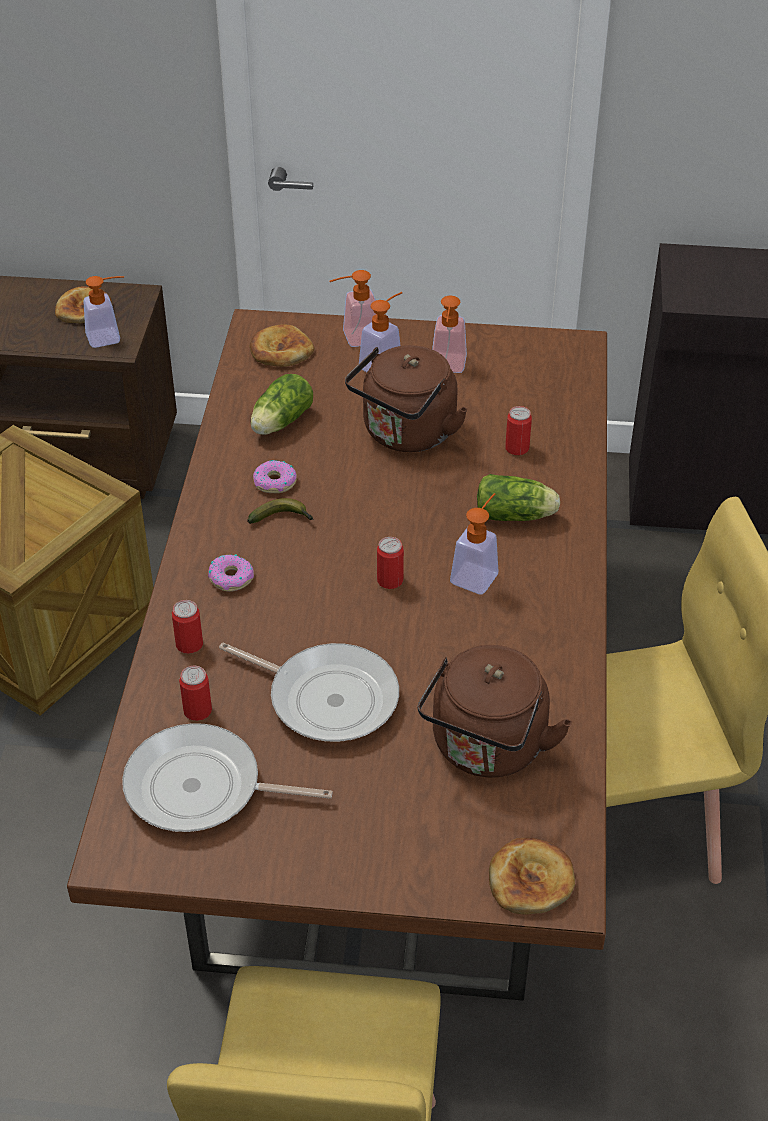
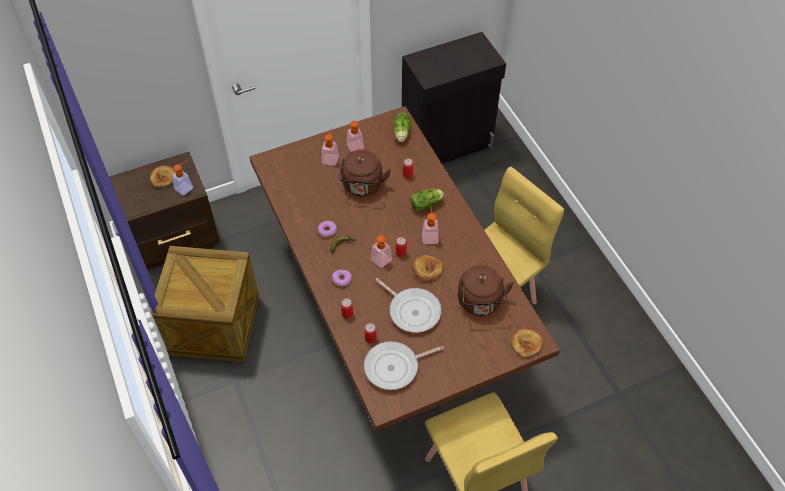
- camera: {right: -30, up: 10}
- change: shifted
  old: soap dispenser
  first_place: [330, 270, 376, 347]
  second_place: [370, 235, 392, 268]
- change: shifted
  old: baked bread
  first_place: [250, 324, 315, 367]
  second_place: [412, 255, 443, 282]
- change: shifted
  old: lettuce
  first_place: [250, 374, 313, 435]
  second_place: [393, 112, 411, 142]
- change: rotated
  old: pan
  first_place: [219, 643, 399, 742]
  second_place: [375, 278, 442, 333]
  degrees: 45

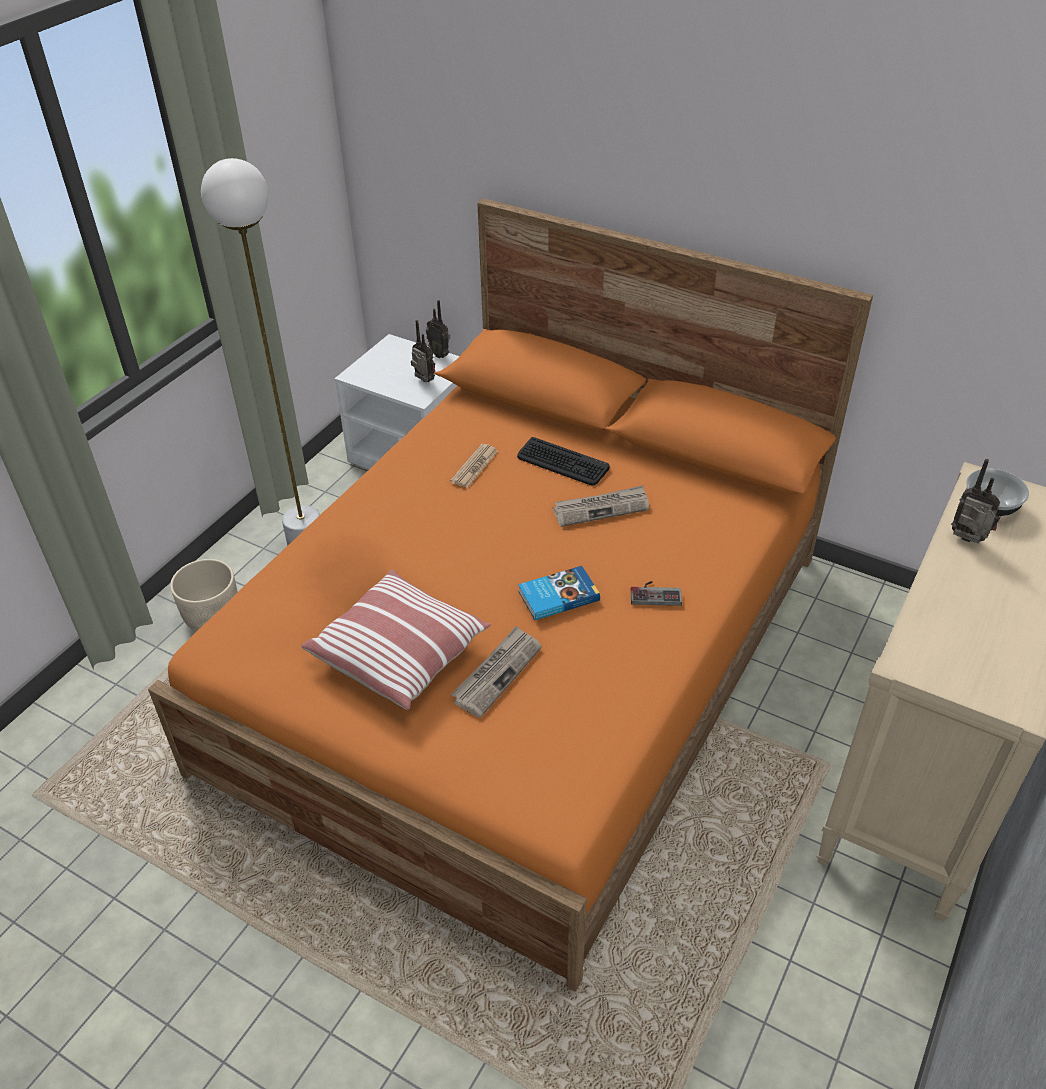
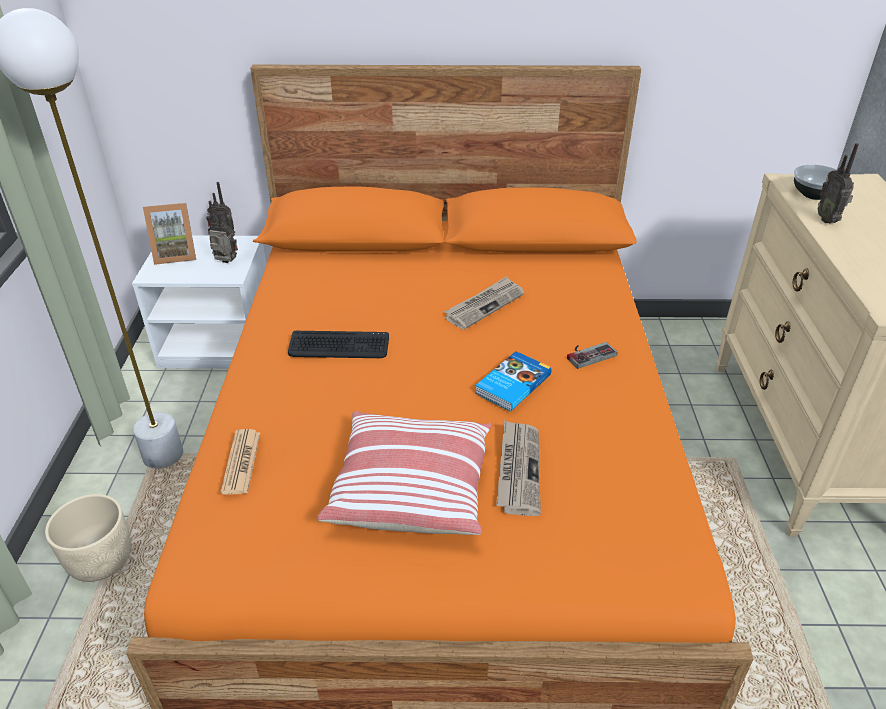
- camera: {right: -30, up: -5}
- change: shifted
  old: PC keyboard
  first_place: [517, 437, 610, 485]
  second_place: [288, 331, 389, 358]
- change: shifted
  old: newspaper
  first_place: [450, 444, 498, 488]
  second_place: [221, 429, 260, 495]
- change: rotated
  old: radio
  first_place: [951, 459, 1001, 544]
  second_place: [818, 143, 859, 223]
  degrees: -105
- change: new
  new: picture frame
  second_place: [143, 203, 196, 265]

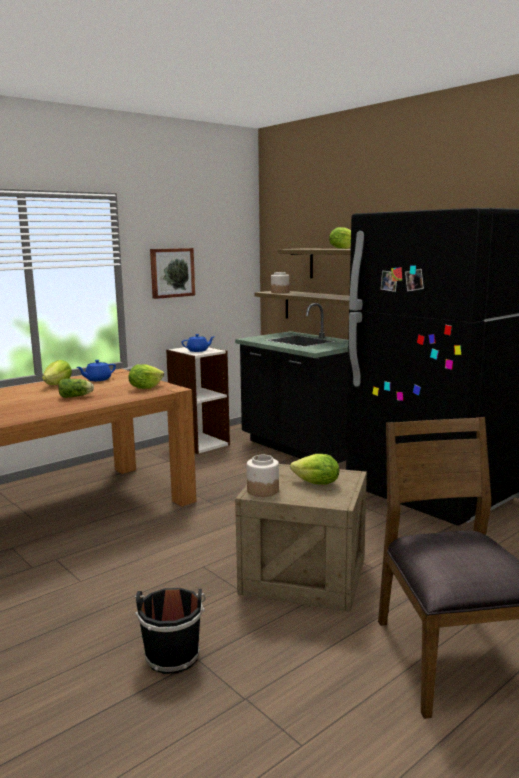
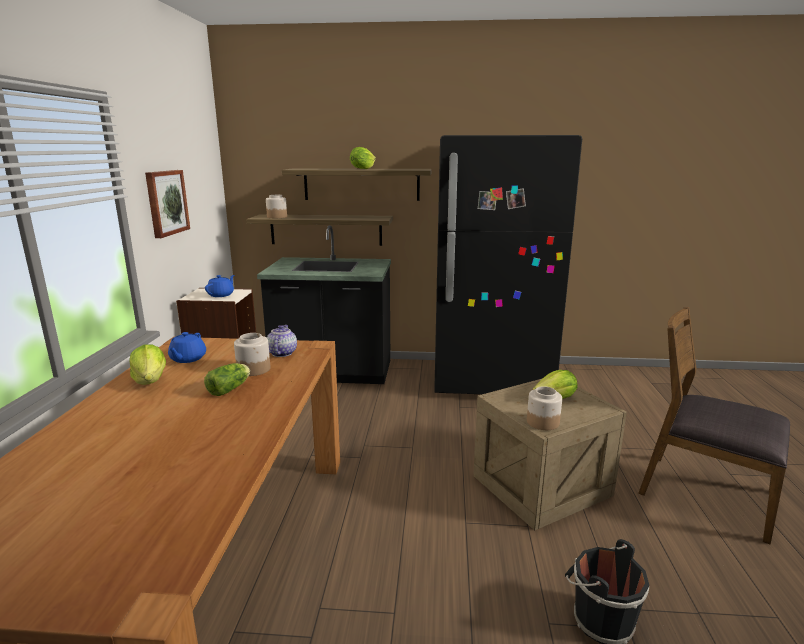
- camera: {right: -45, up: 5}
- change: swapped
  old: lettuce
  new: teapot
  first_place: [129, 364, 164, 389]
  second_place: [267, 325, 297, 357]
- change: new
  new: jar
  second_place: [234, 333, 270, 376]

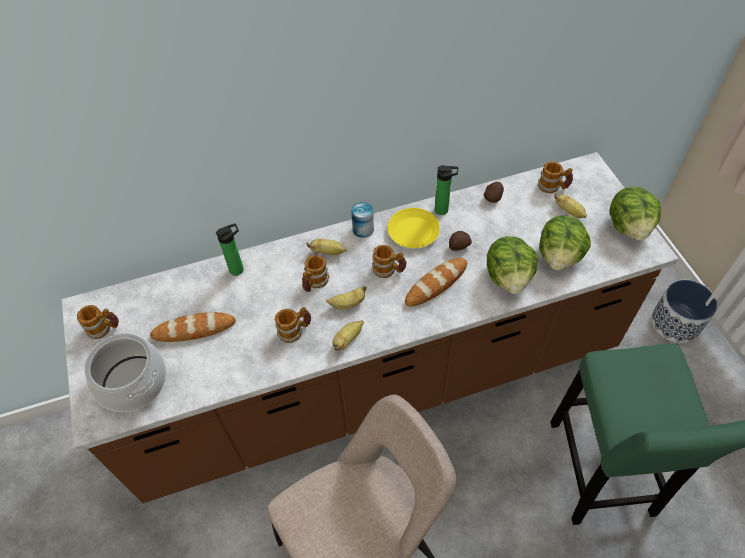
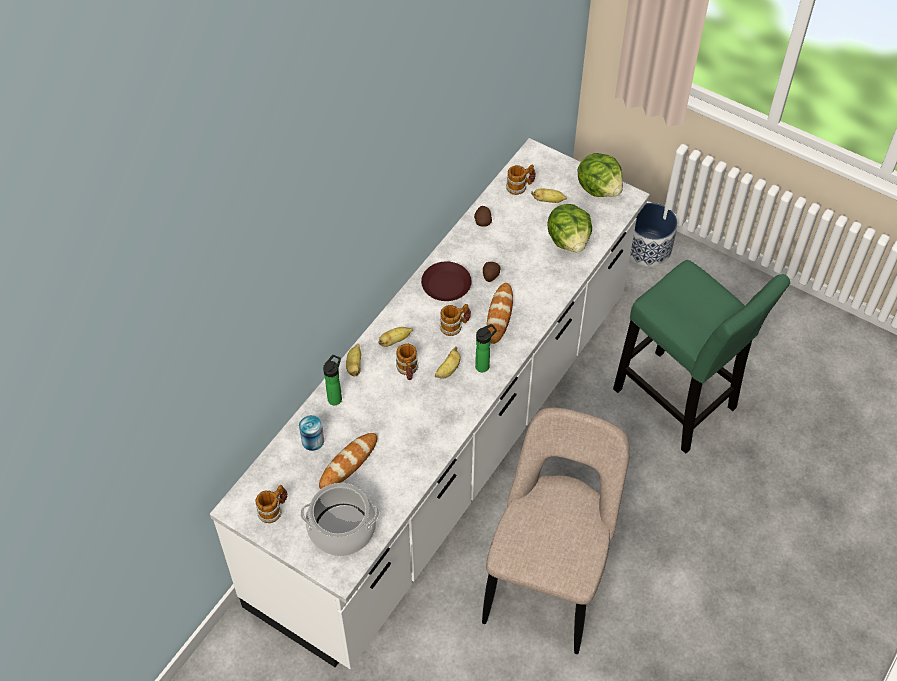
- camera: {right: -40, up: 0}
- change: repainted
  old: counter (brown-coloured)
  new: counter (white-coloured)
  first_place: [62, 152, 679, 503]
  second_place: [210, 138, 650, 669]
- change: shifted
  old: bottle
  first_place: [435, 165, 458, 215]
  second_place: [475, 324, 497, 372]
- change: shifted
  old: metal can
  first_place: [351, 202, 374, 238]
  second_place: [299, 415, 324, 451]
- change: repainted
  old: flat dish (yellow-coloured)
  new: flat dish (brown-coloured)
  first_place: [388, 208, 440, 248]
  second_place: [421, 262, 471, 301]
- change: gone
  old: lettuce
  first_place: [487, 236, 538, 294]
- change: gone
  old: coffee mug
  first_place: [275, 307, 311, 343]
- change: shifted
  old: whole banana
  first_place: [333, 320, 364, 351]
  second_place: [346, 344, 361, 377]

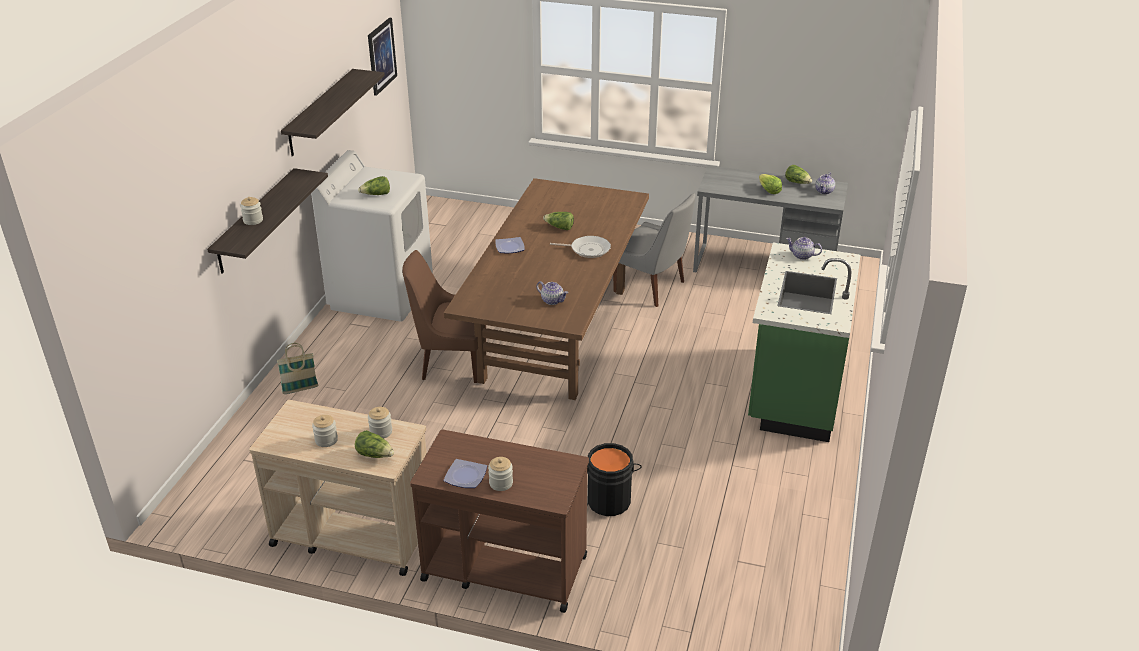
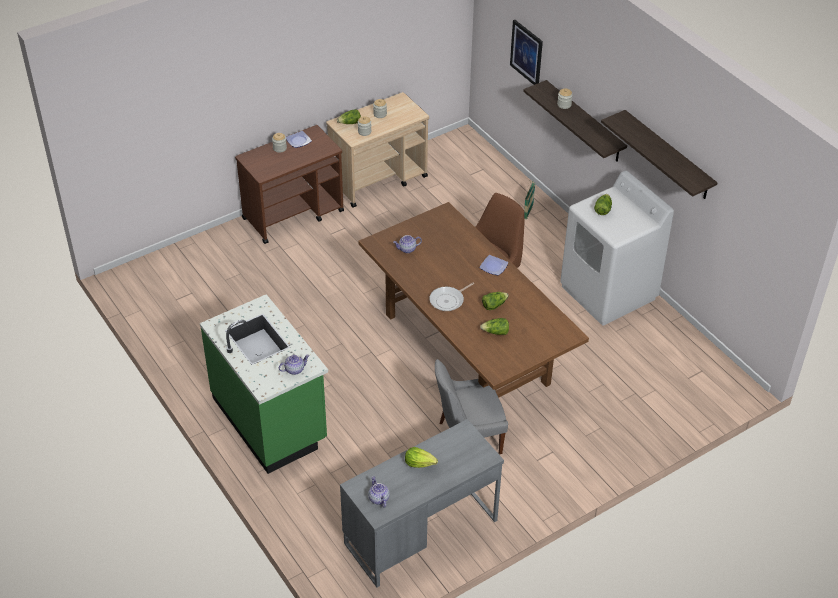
- camera: {right: 130, up: 10}
- change: shifted
  old: wall picture
  first_place: [368, 17, 397, 96]
  second_place: [510, 20, 543, 85]
- change: shifted
  old: lettuce
  first_place: [785, 165, 812, 184]
  second_place: [480, 318, 509, 335]
- change: gone
  old: pail (black)
  first_place: [587, 443, 642, 516]

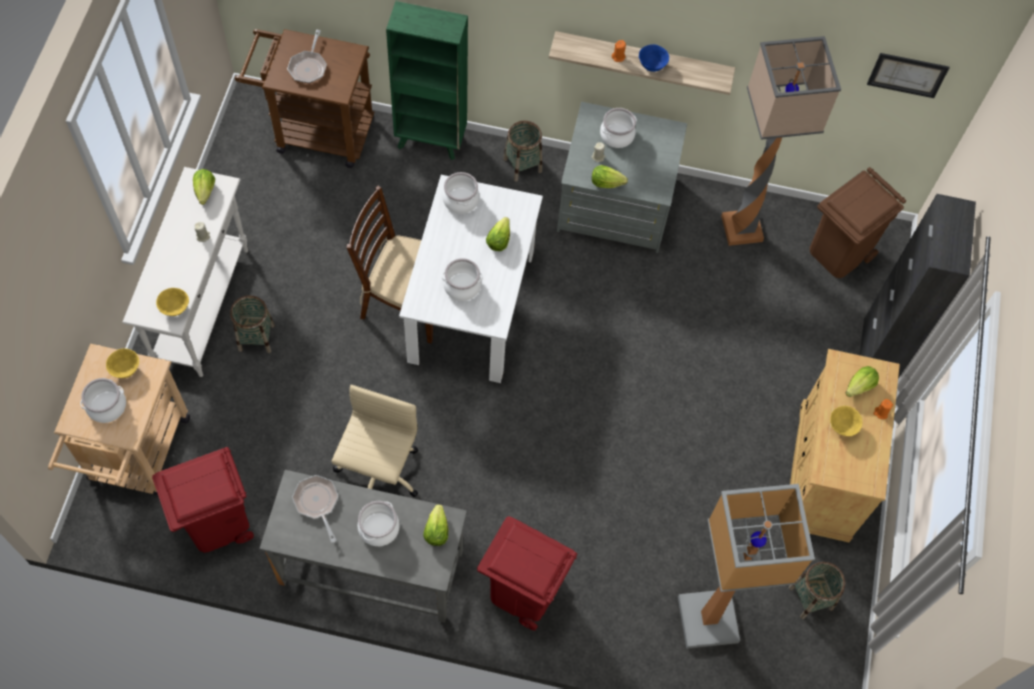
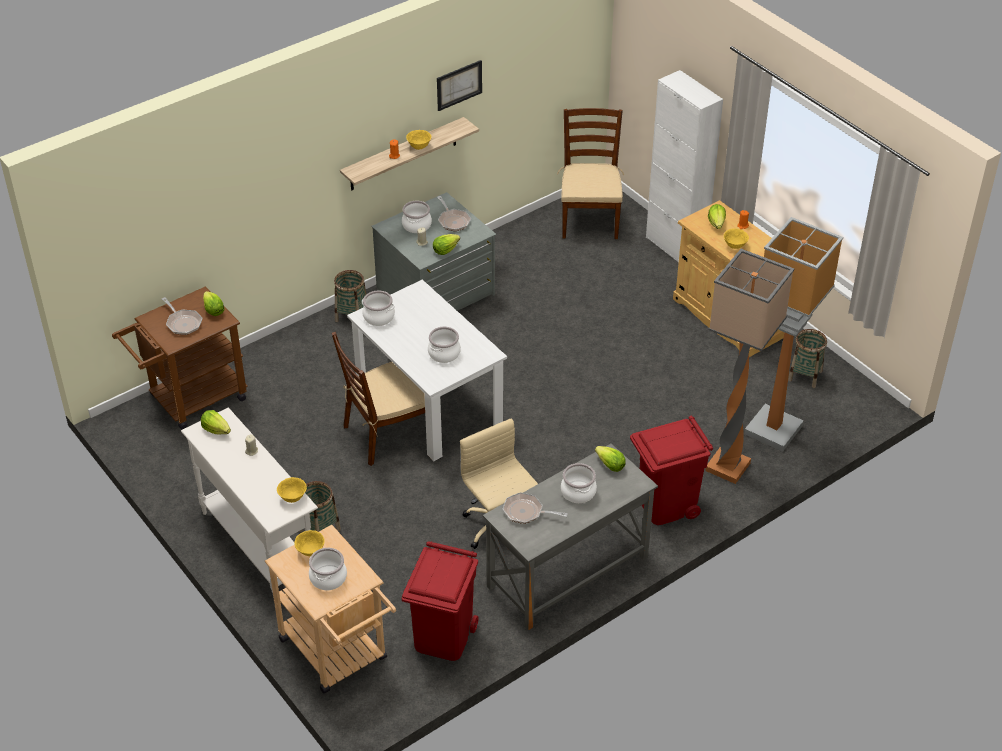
- camera: {right: -45, up: -20}
- change: gone
  old: shelving unit (green-coloured)
  first_place: [386, 1, 468, 160]
- change: shifted
  old: floor lamp
  first_place: [721, 36, 841, 246]
  second_place: [705, 249, 794, 484]
- change: repainted
  old: bowl (blue-coloured)
  new: bowl (yellow-coloured)
  first_place: [639, 44, 669, 72]
  second_place: [406, 130, 431, 150]
- change: shifted
  old: wall picture
  first_place: [867, 53, 949, 98]
  second_place: [437, 60, 482, 111]
- change: swapped
  old: rubbish bin (brown-coloured)
  new: chair (brown-coloured)
  first_place: [810, 167, 906, 278]
  second_place: [557, 108, 624, 239]
- change: repainted
  old: storage cabinet (black)
  new: storage cabinet (white-coloured)
  first_place: [860, 194, 976, 379]
  second_place: [646, 70, 723, 262]
- change: shifted
  old: lettuce
  first_place: [486, 217, 510, 251]
  second_place: [203, 291, 224, 316]
- change: new
  new: pan
  second_place: [437, 196, 471, 232]

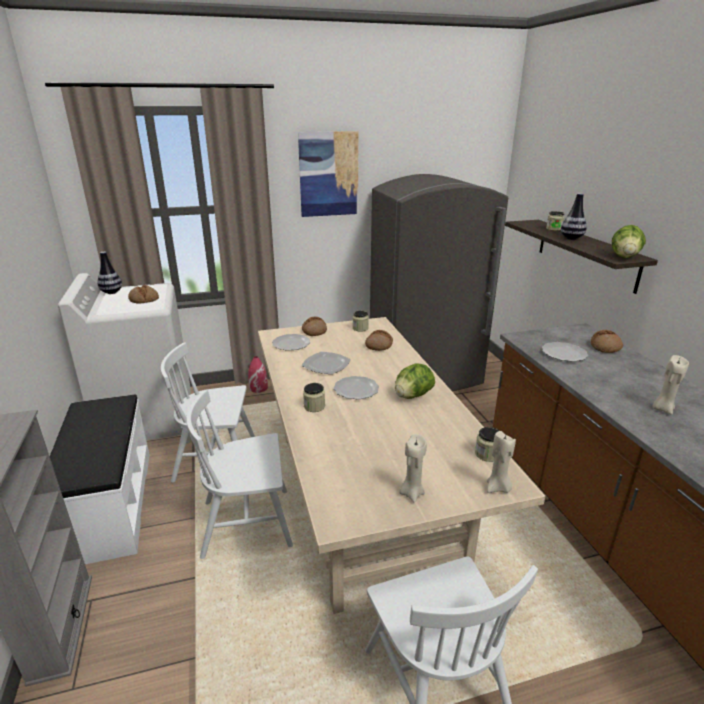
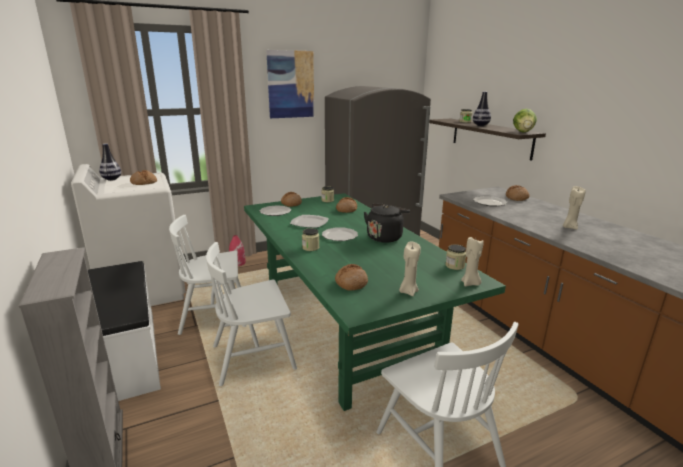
- camera: {right: -10, up: -5}
- change: repainted
  old: dining table (beige)
  new: dining table (green-coloured)
  first_place: [258, 317, 545, 614]
  second_place: [244, 193, 506, 411]
- change: swapped
  old: lettuce
  new: tea kettle (black)
  first_place: [395, 363, 435, 399]
  second_place: [364, 204, 410, 243]
- change: new
  new: baked bread
  second_place: [335, 264, 368, 291]

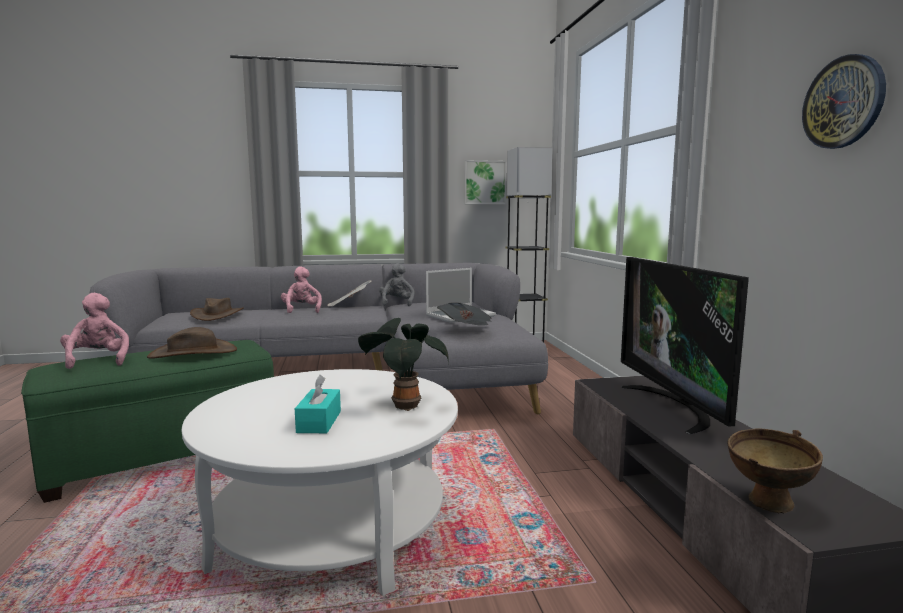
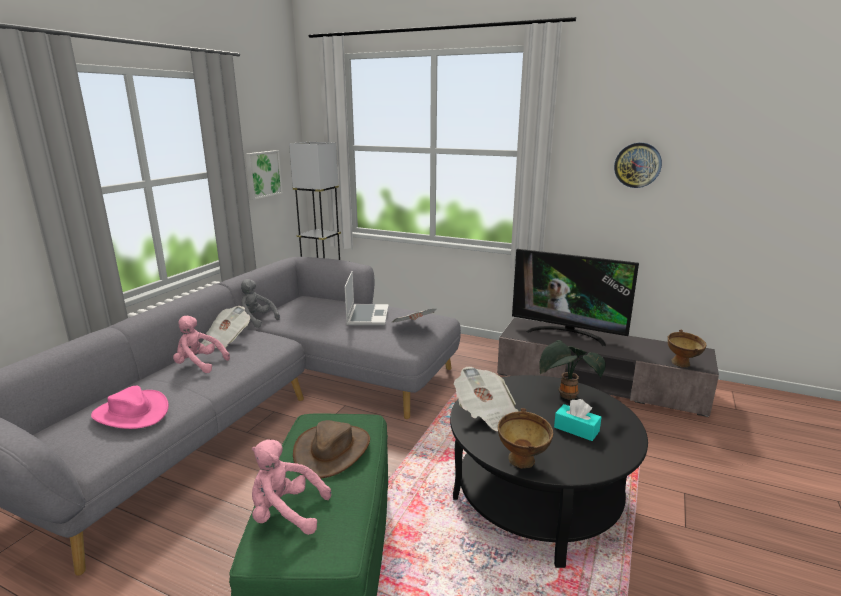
- camera: {right: -55, up: 10}
- change: repainted
  old: hat (brown-coloured)
  new: hat (pink)
  first_place: [190, 298, 243, 321]
  second_place: [91, 386, 169, 429]
- change: repainted
  old: coffee table (white-coloured)
  new: coffee table (black)
  first_place: [182, 369, 458, 596]
  second_place: [450, 375, 648, 568]
- change: new
  new: newspaper
  second_place: [454, 366, 519, 431]
- change: new
  new: bowl (brown-coloured)
  second_place: [498, 408, 553, 468]

